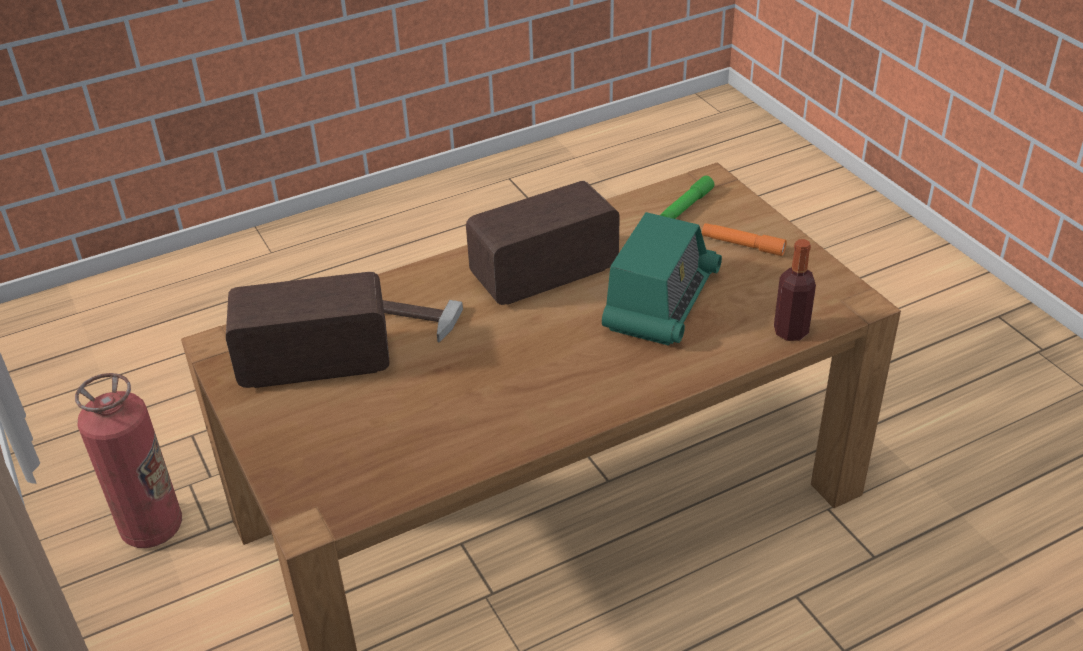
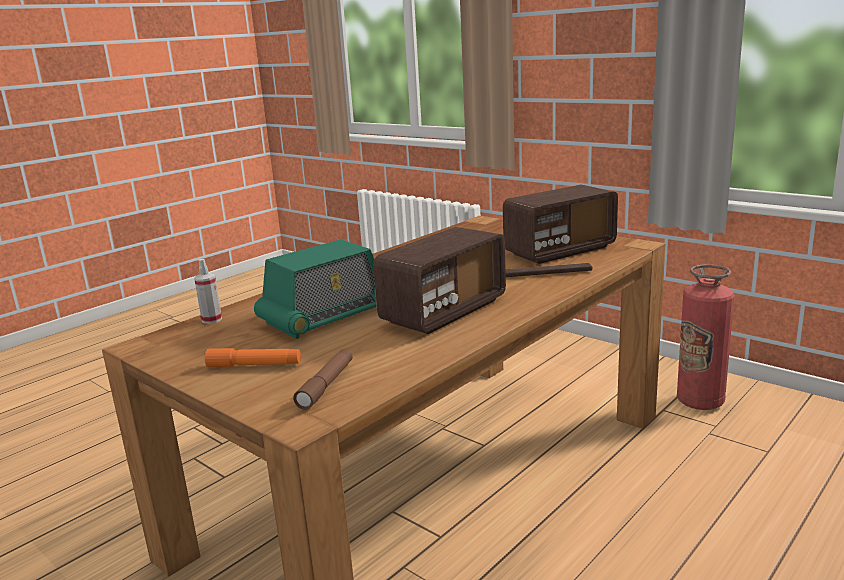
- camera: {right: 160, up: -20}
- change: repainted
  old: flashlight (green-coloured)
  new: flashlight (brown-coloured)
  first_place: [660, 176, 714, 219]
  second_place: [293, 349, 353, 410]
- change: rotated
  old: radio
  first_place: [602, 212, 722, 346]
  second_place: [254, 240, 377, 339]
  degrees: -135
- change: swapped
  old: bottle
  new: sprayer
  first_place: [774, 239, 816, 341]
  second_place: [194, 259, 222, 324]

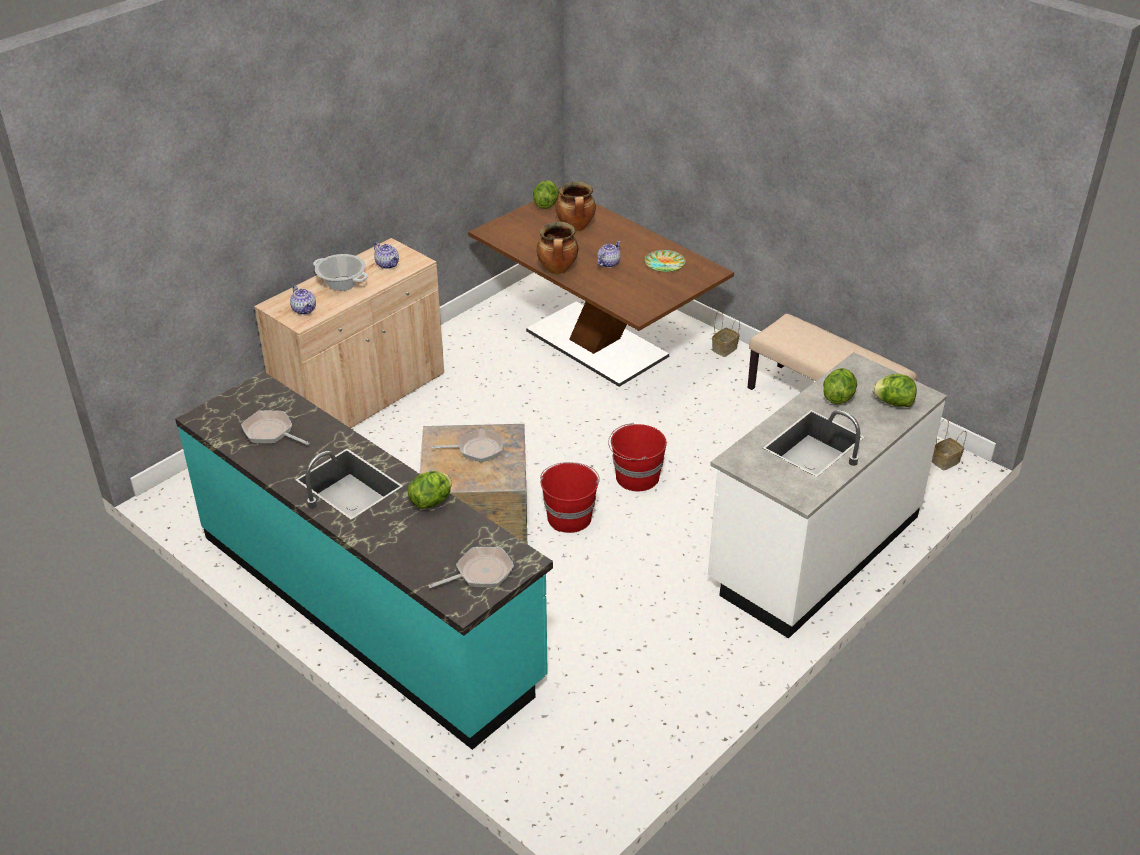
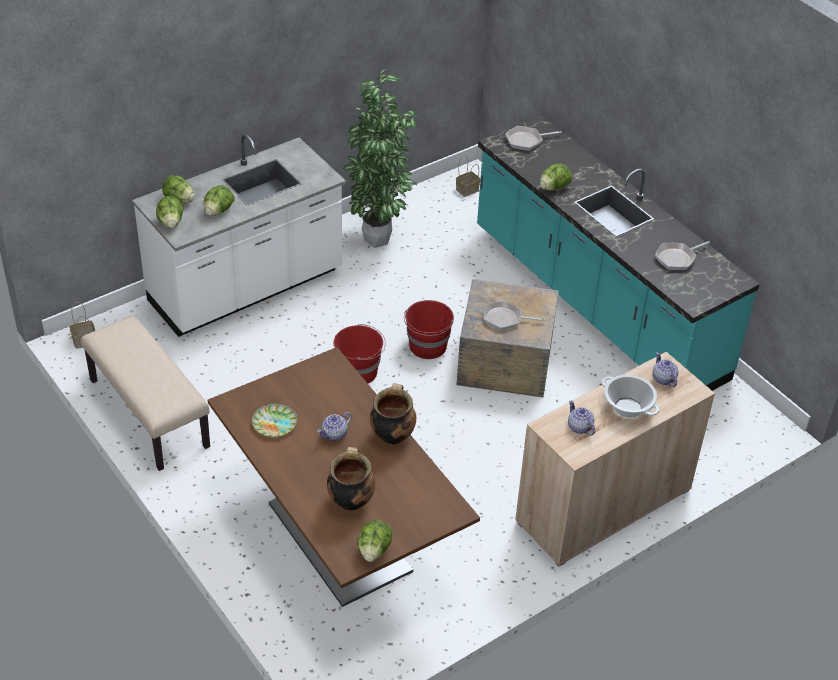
- camera: {right: -170, up: 5}
- change: shifted
  old: household basket
  first_place: [712, 309, 740, 357]
  second_place: [456, 155, 480, 197]
- change: rotated
  old: pan
  first_place: [241, 410, 309, 445]
  second_place: [655, 241, 710, 270]
  degrees: 105
- change: new
  new: potted plant
  second_place: [342, 69, 417, 248]
- change: new
  new: lettuce
  second_place: [156, 195, 183, 228]

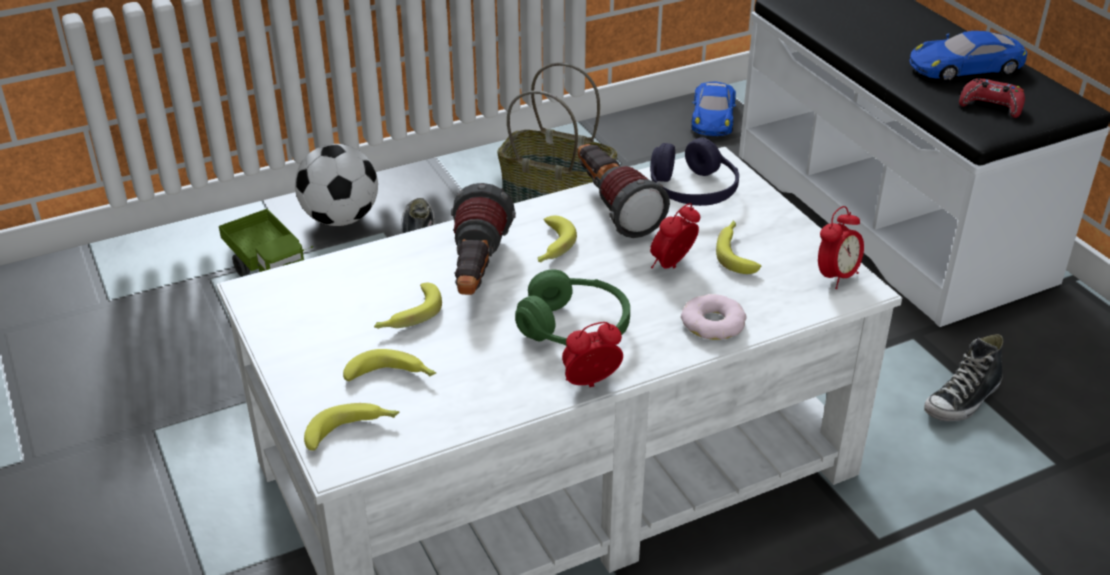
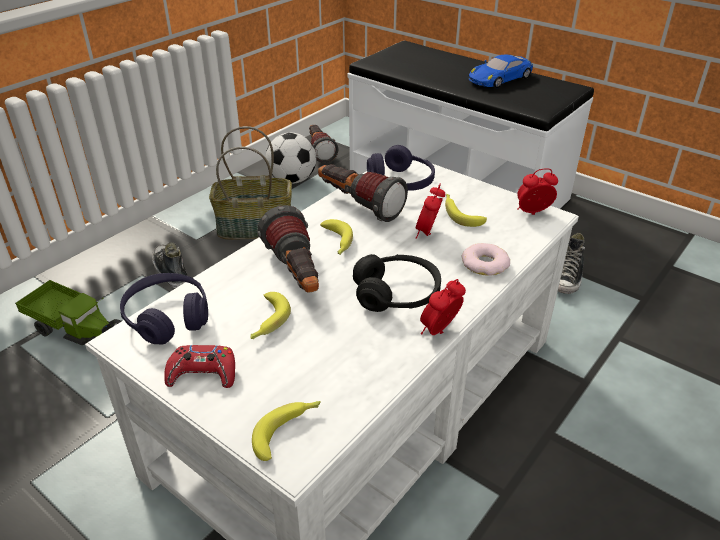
- camera: {right: -25, up: 0}
- change: shifted
  old: gamepad (reddish)
  first_place: [959, 78, 1025, 118]
  second_place: [164, 345, 235, 388]
- change: swapped
  old: toy car (blue-coloured)
  new: flashlight
  first_place: [691, 81, 736, 136]
  second_place: [309, 125, 339, 163]
- change: shifted
  old: ball for football
  first_place: [295, 144, 378, 226]
  second_place: [266, 133, 316, 184]
- change: rotated
  old: alarm clock
  first_place: [818, 206, 864, 289]
  second_place: [517, 168, 558, 215]
  degrees: -120
- change: repainted
  old: headset (green-coloured)
  new: headset (black)
  first_place: [515, 269, 630, 346]
  second_place: [353, 254, 441, 312]
- change: gone
  old: whole banana
  first_place: [343, 349, 436, 381]
- change: new
  new: headset (purplish)
  second_place: [120, 273, 208, 345]

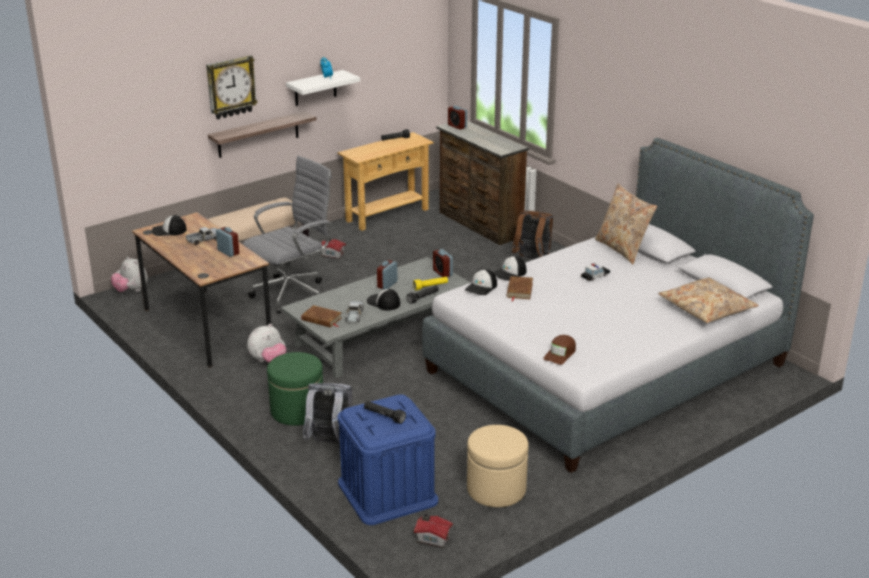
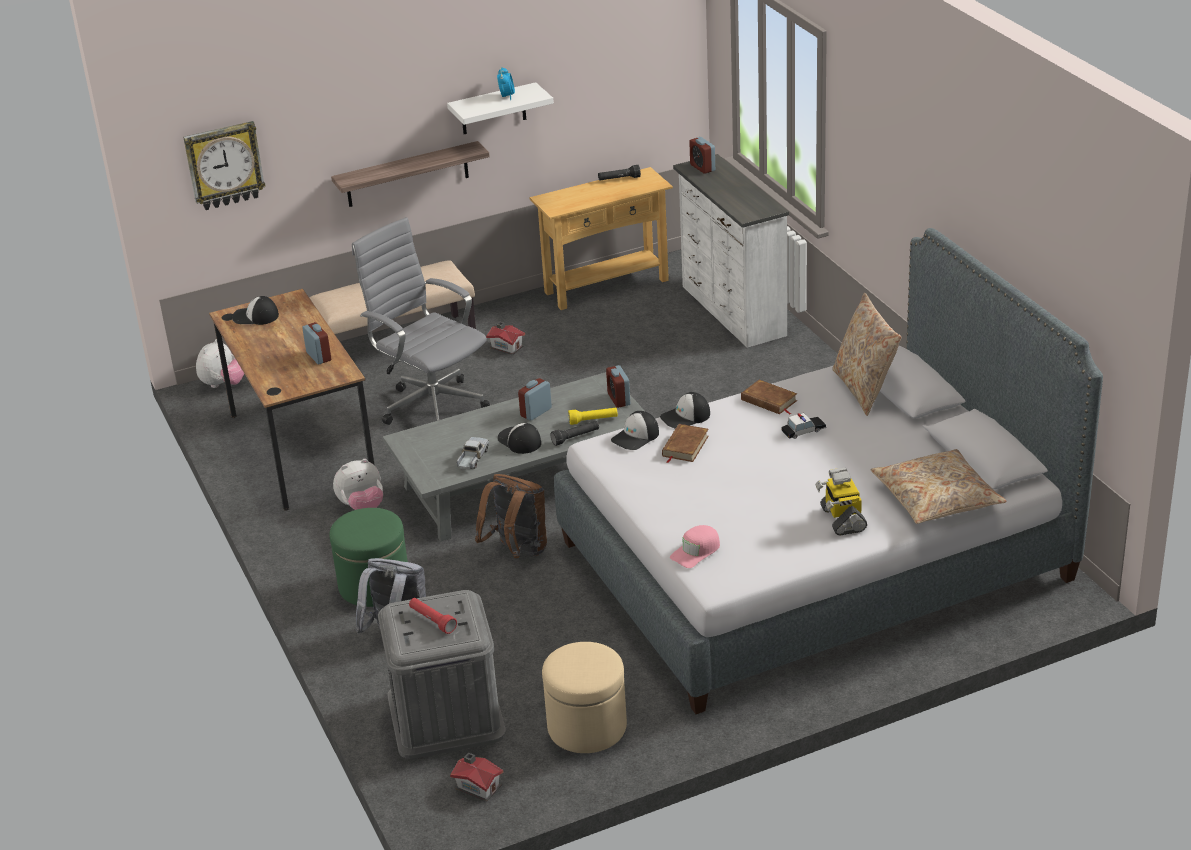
- camera: {right: 15, up: 5}
- change: shifted
  old: clock on the wall
  first_place: [206, 55, 258, 119]
  second_place: [183, 121, 265, 210]
- change: repainted
  old: drawer chest (brown-coloured)
  new: drawer chest (white-coloured)
  first_place: [436, 121, 529, 245]
  second_place: [673, 154, 789, 348]
- change: rotated
  old: office chair (greyish)
  first_place: [243, 156, 332, 314]
  second_place: [352, 217, 490, 425]
  degrees: -105
- change: shifted
  old: rucksack (brown-coloured)
  first_place: [512, 211, 553, 259]
  second_place: [475, 474, 547, 558]
- change: gone
  old: model truck
  first_place: [186, 227, 217, 245]
- change: rotated
  old: cuddly toy
  first_place: [111, 257, 148, 292]
  second_place: [196, 339, 244, 388]
  degrees: -120
- change: shifted
  old: book (brown-coloured)
  first_place: [301, 305, 342, 328]
  second_place: [741, 380, 797, 414]
- change: repainted
  old: baseball cap (brown-coloured)
  new: baseball cap (pink)
  first_place: [544, 335, 576, 365]
  second_place: [670, 525, 720, 568]
- change: repainted
  old: storage box (blue-coloured)
  new: storage box (greyish)
  first_place: [338, 394, 438, 525]
  second_place: [378, 590, 506, 759]
- change: repainted
  old: flashlight (black)
  new: flashlight (reddish)
  first_place: [364, 401, 406, 424]
  second_place: [409, 598, 457, 634]
- change: new
  new: toy robot
  second_place: [815, 468, 867, 535]

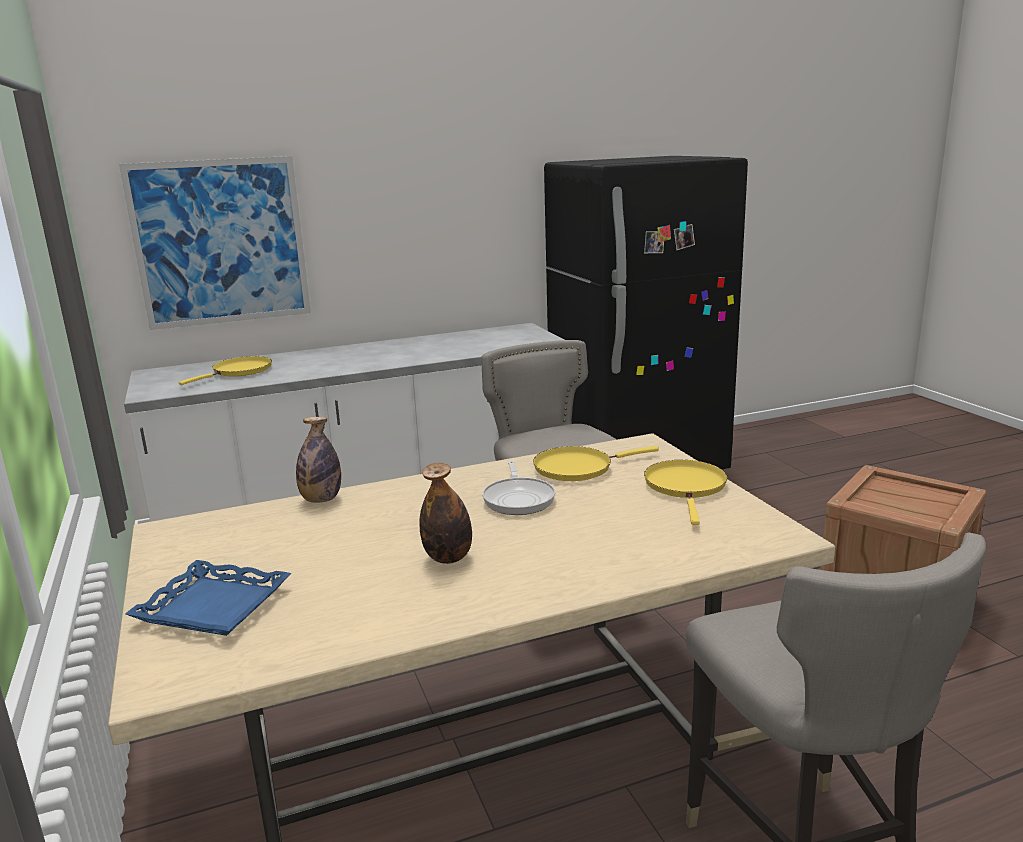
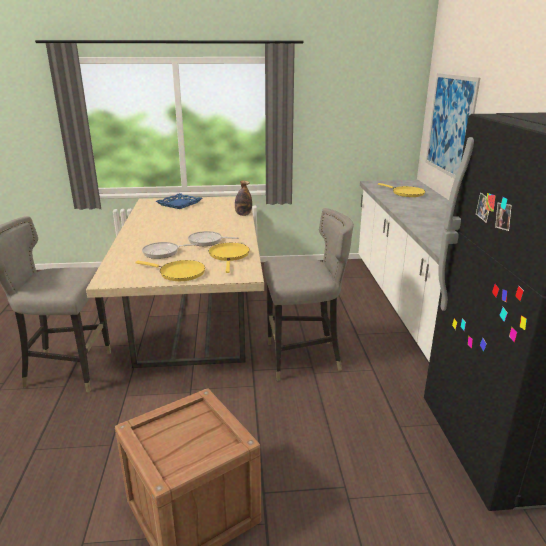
- camera: {right: 105, up: 5}
- change: gone
  old: bottle
  first_place: [419, 463, 472, 564]
- change: new
  new: pan
  second_place: [142, 242, 197, 259]

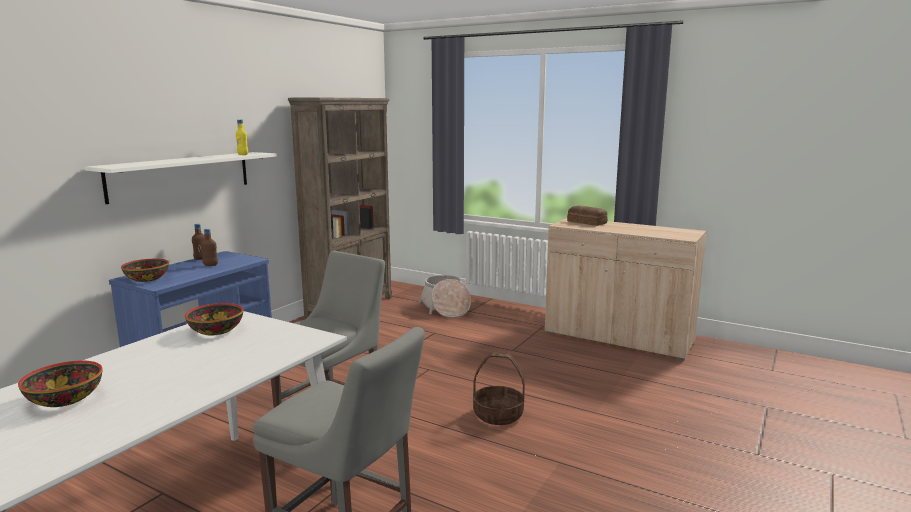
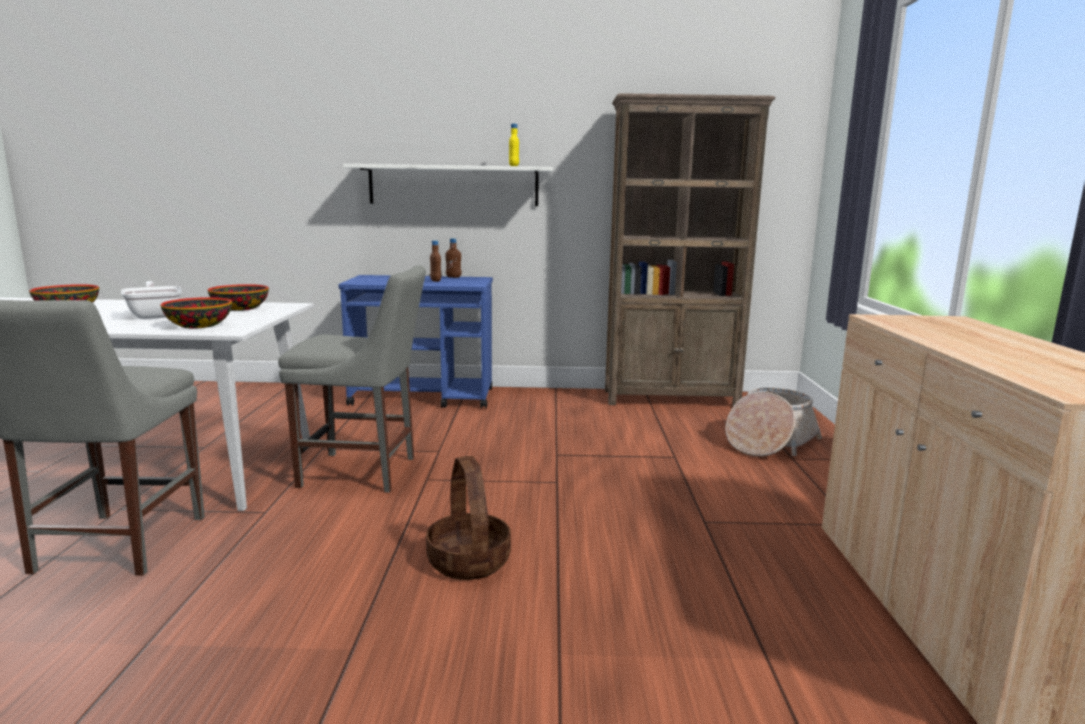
- camera: {right: 60, up: 0}
- change: gone
  old: baked bread
  first_place: [567, 206, 608, 226]
- change: shifted
  old: bowl
  first_place: [121, 259, 169, 282]
  second_place: [160, 297, 232, 328]
- change: new
  new: pan
  second_place: [121, 281, 182, 319]

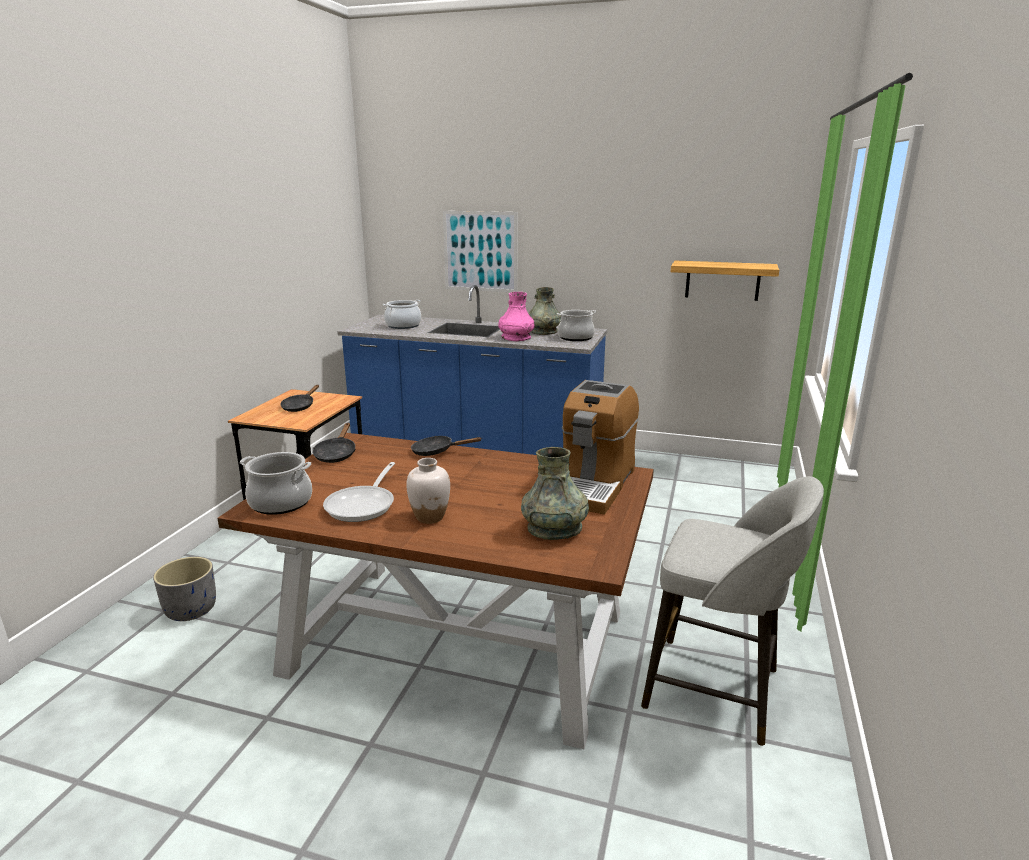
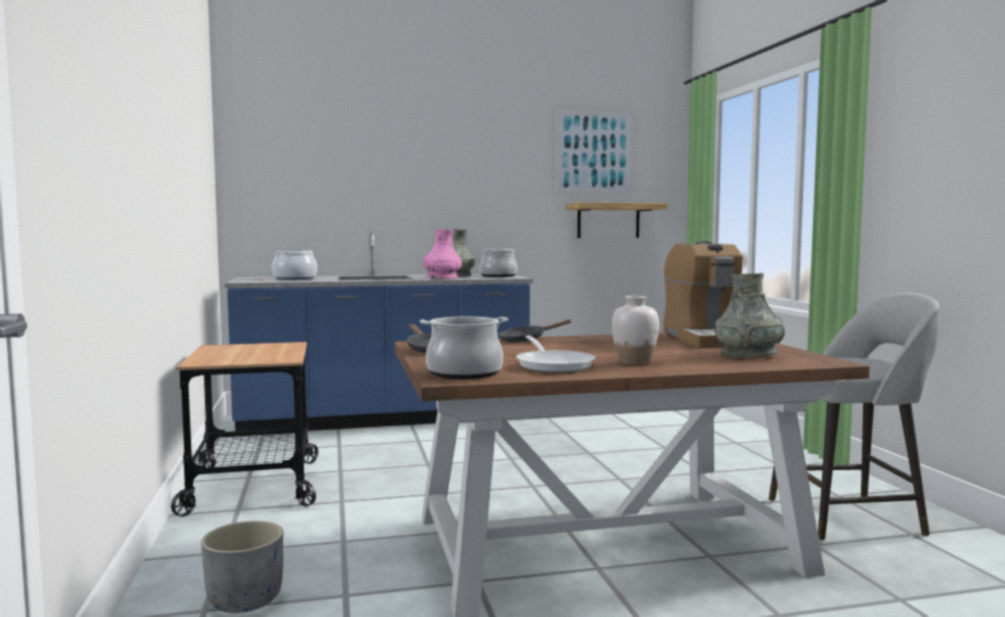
- camera: {right: -30, up: -15}
- change: shifted
  old: wall picture
  first_place: [443, 211, 517, 292]
  second_place: [556, 110, 632, 193]
- change: gone
  old: pan (black)
  first_place: [280, 385, 319, 412]

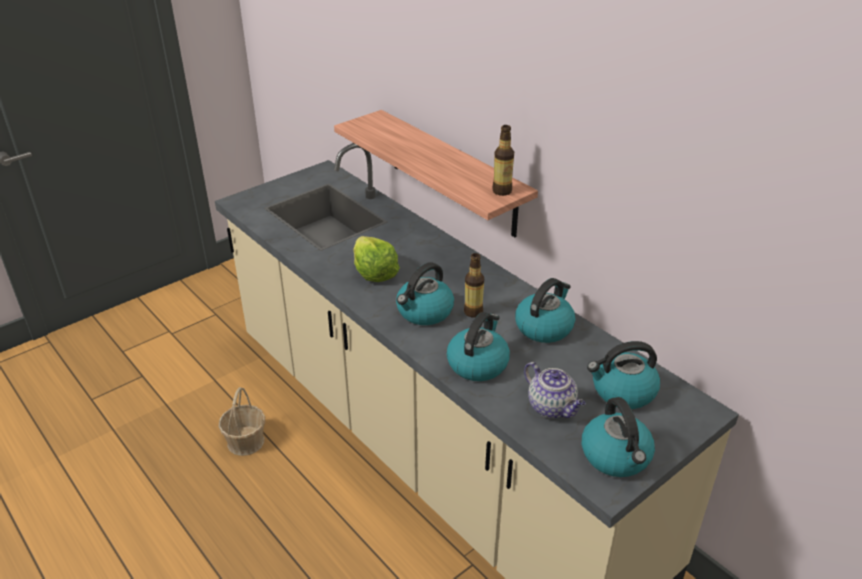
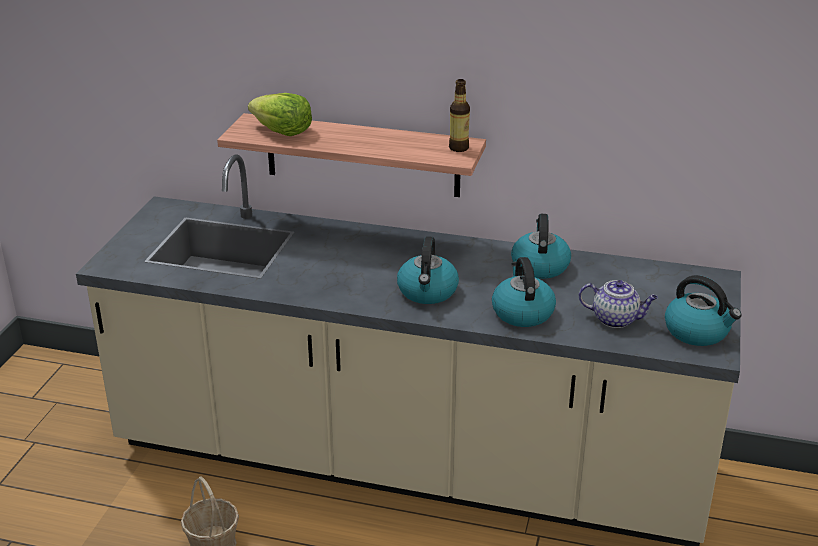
- camera: {right: -35, up: -5}
- change: shifted
  old: lettuce
  first_place: [353, 236, 400, 282]
  second_place: [248, 93, 312, 136]
- change: gone
  old: bottle
  first_place: [464, 253, 484, 318]
- change: gone
  old: tea kettle
  first_place: [587, 341, 660, 409]

